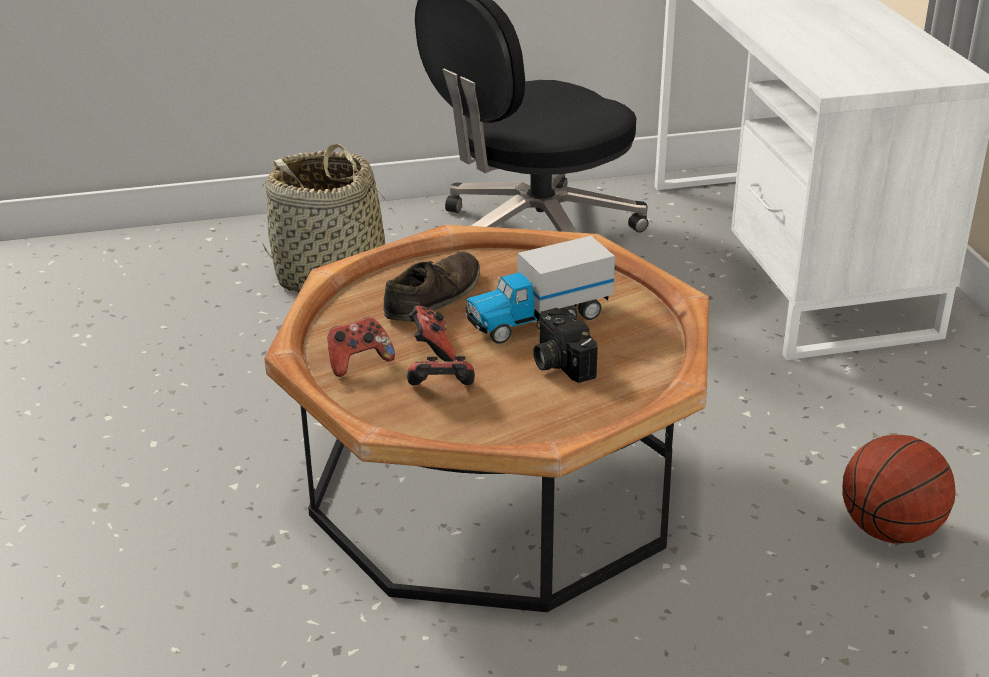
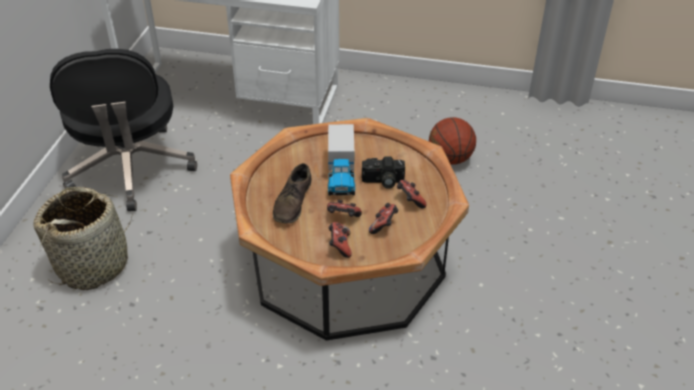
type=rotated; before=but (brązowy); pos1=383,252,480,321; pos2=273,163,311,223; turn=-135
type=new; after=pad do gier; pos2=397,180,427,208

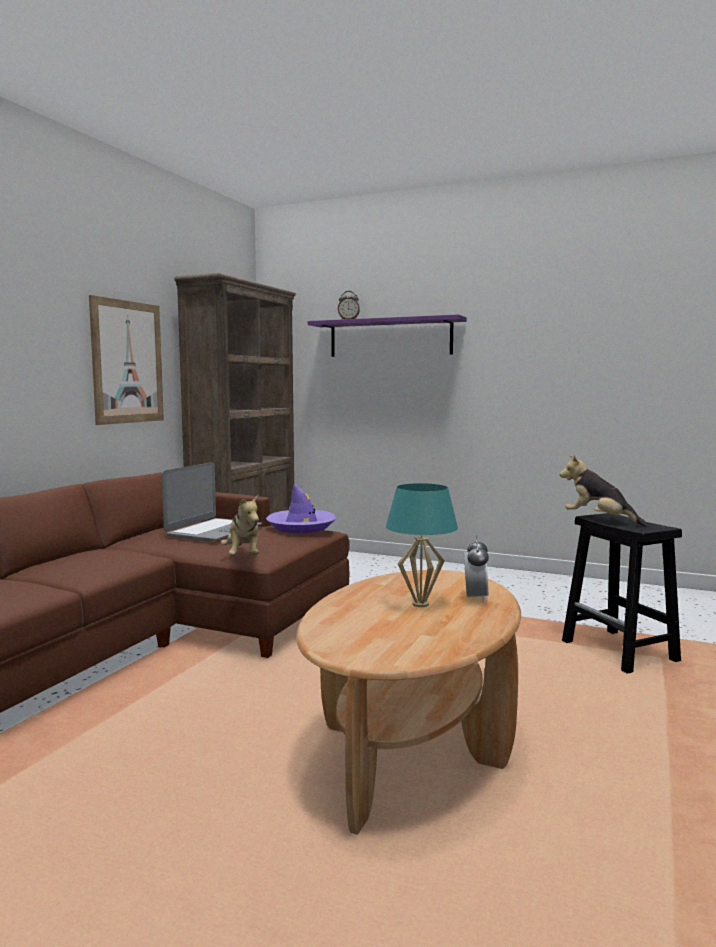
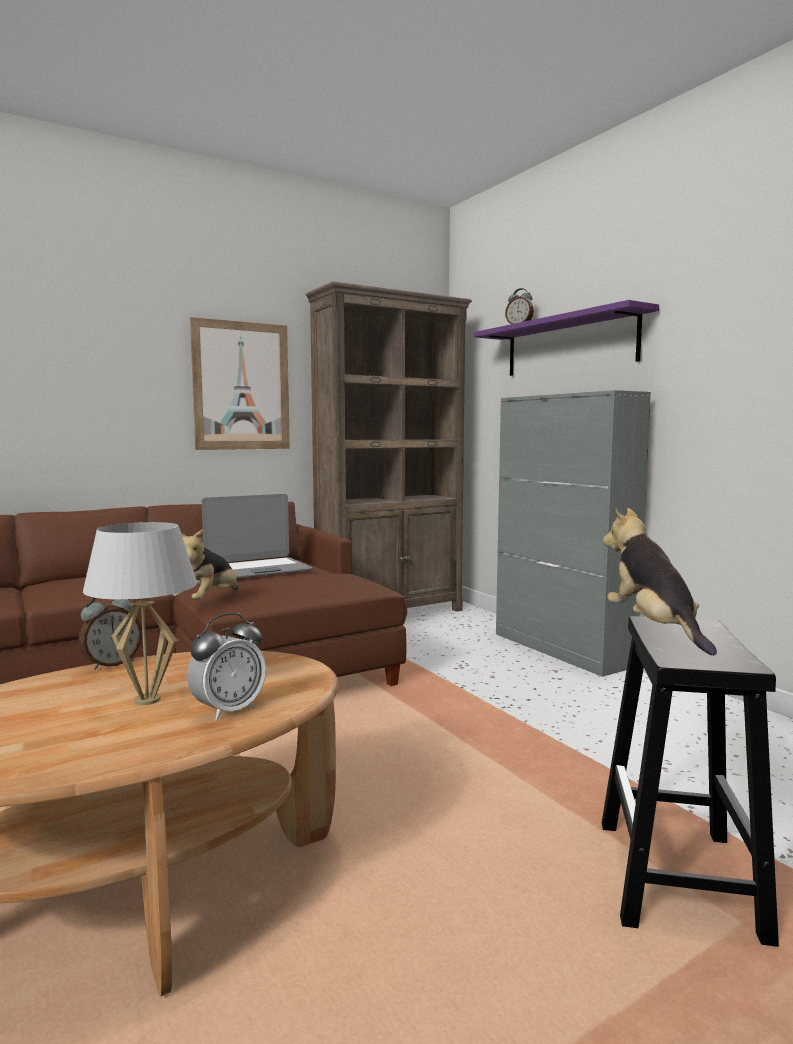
type=repainted; before=lampa stołowa (turkusowy); after=lampa stołowa (biały); pos1=386,483,458,607; pos2=83,522,197,705
type=gone; before=kapelusz (fioletowy); pos1=266,484,336,533
type=new; after=szafka (szary); pos2=496,390,651,677
type=new; after=budzik; pos2=78,597,142,670

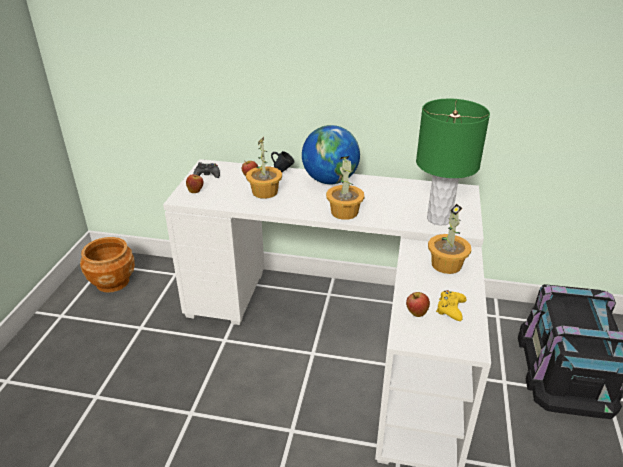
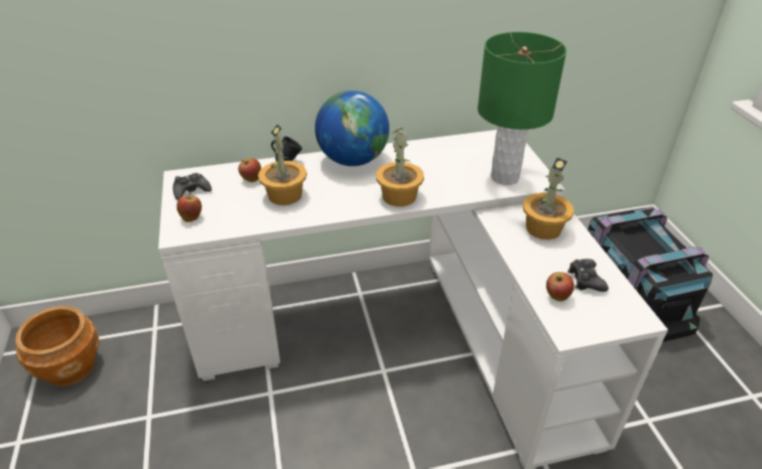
type=repainted; before=pad do gier (żółty); after=pad do gier (czarny); pos1=436,290,467,321; pos2=567,259,609,292

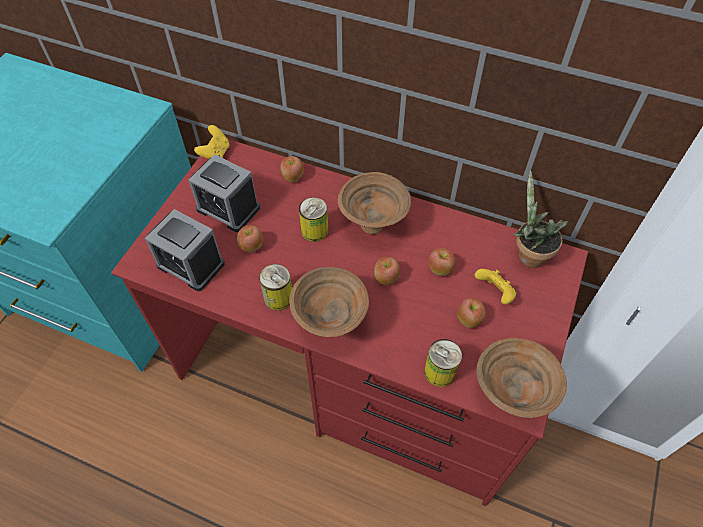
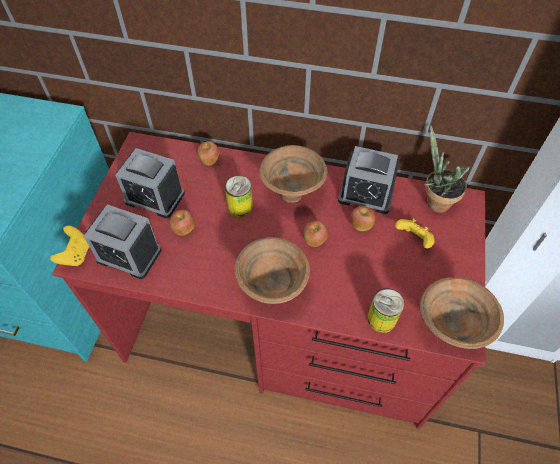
type=shifted; before=pad do gier (żółty); pos1=194,125,229,159; pos2=50,226,89,266
type=gone; before=puszka; pos1=259,264,292,311
type=gone; before=jabłko; pos1=457,298,485,328
type=new; after=budzik; pos2=338,146,400,214

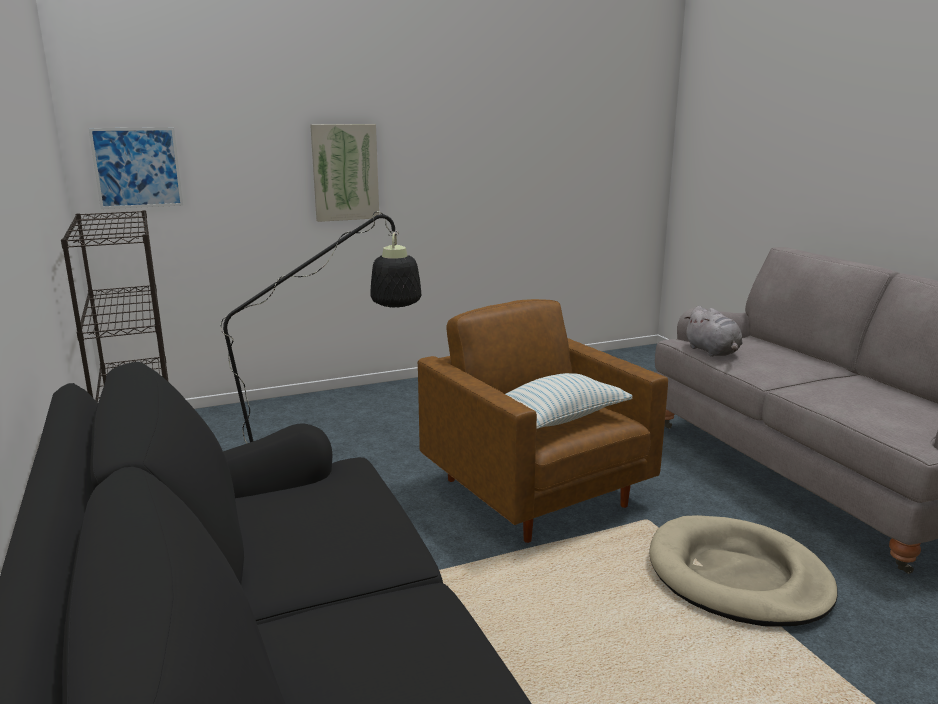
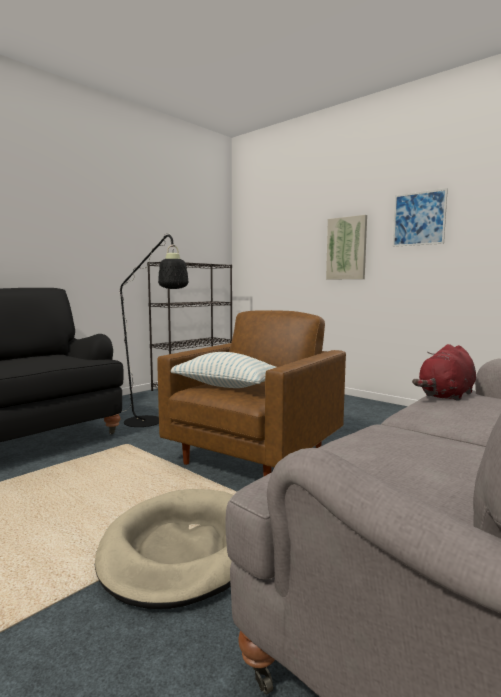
type=shifted; before=obraz; pos1=88,127,183,209; pos2=393,188,448,247
type=repainted; before=pluszak (szary); after=pluszak (czerwony); pos1=684,306,743,357; pos2=412,344,476,400

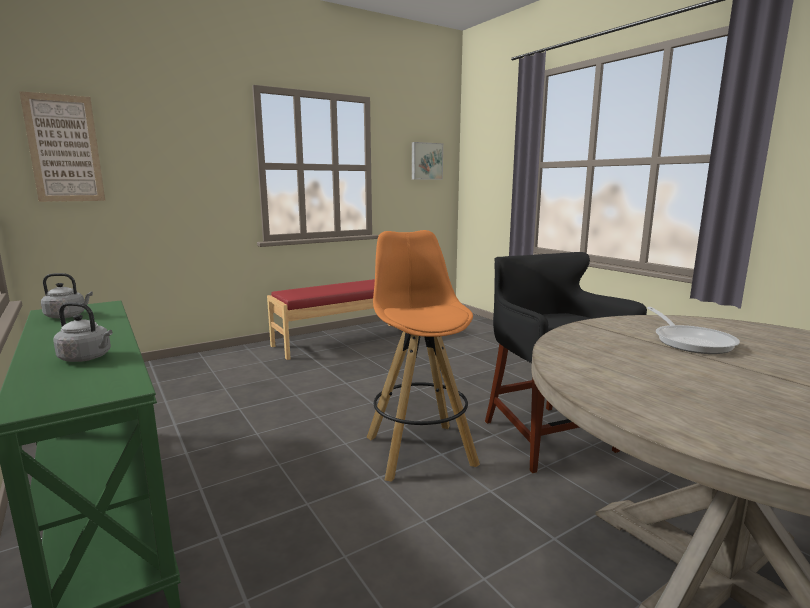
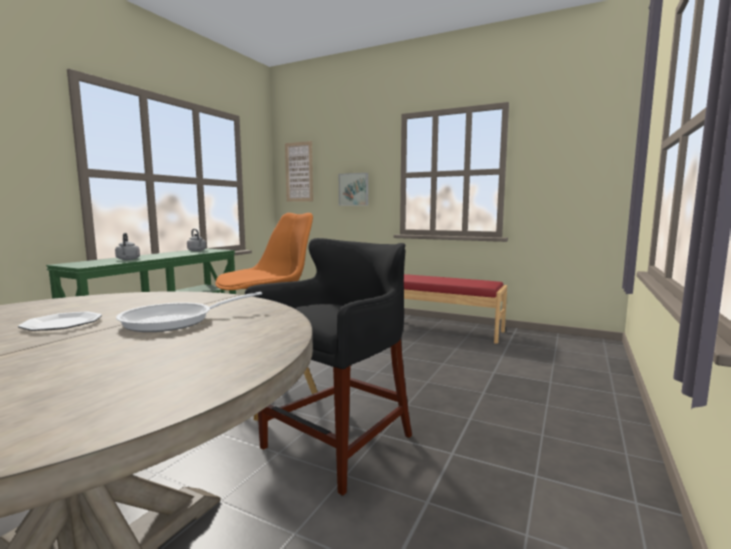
type=shifted; before=obraz; pos1=412,142,443,180; pos2=339,173,368,206
type=new; after=talerz; pos2=18,311,102,331

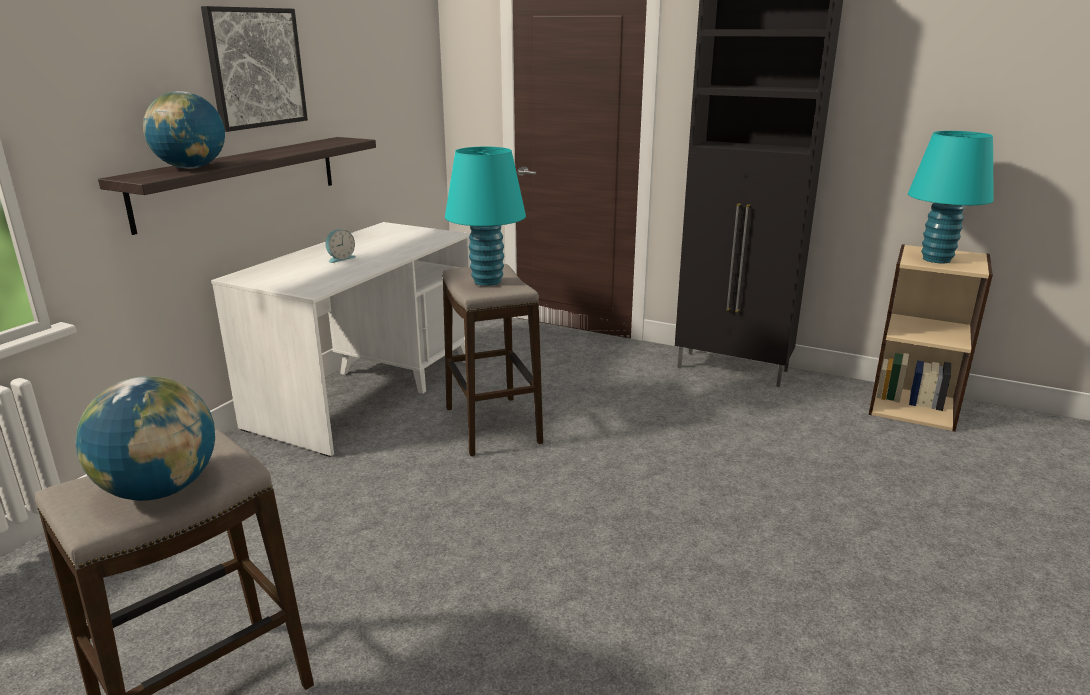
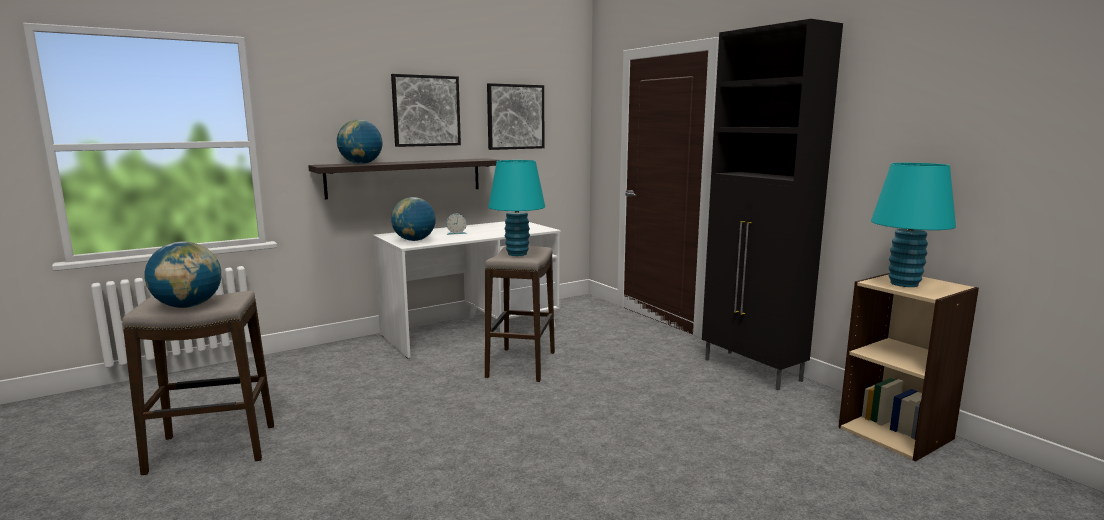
type=new; after=obraz; pos2=487,83,544,150
type=new; after=globus; pos2=391,197,436,241

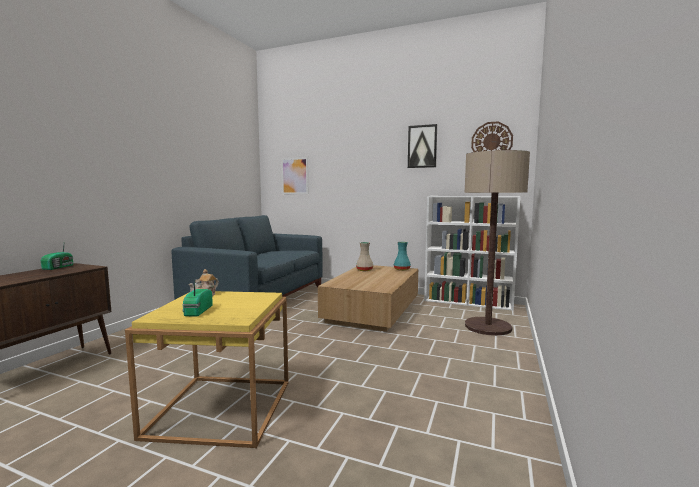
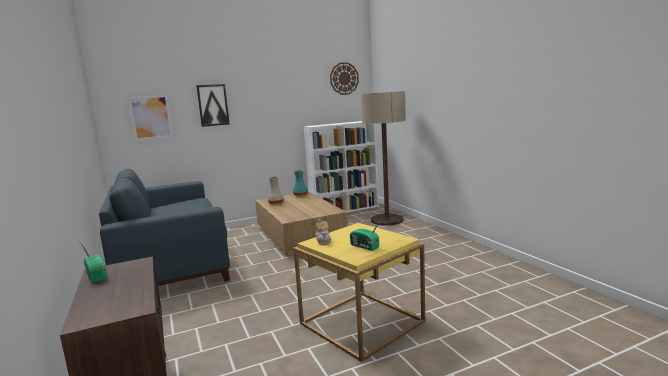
type=shifted; before=obraz; pos1=408,124,437,168; pos2=196,84,230,127

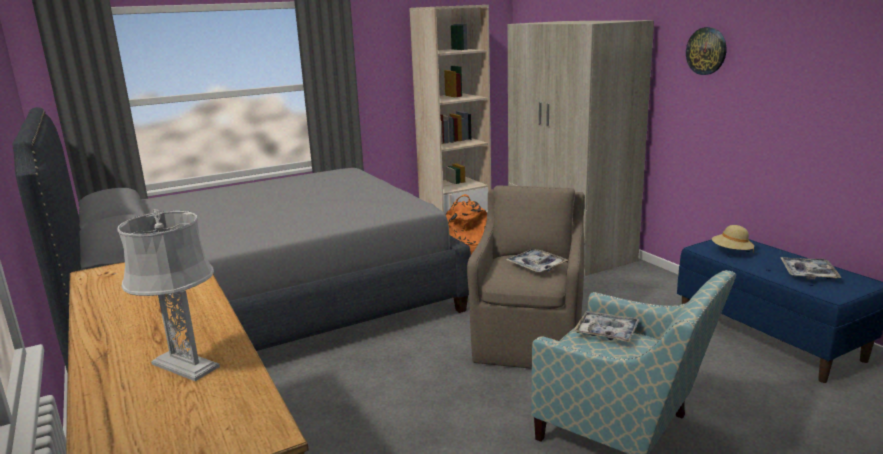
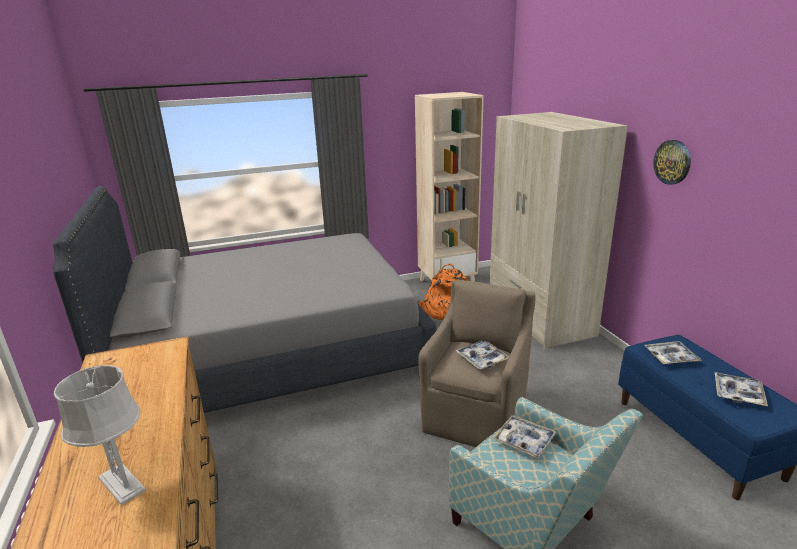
type=swapped; before=kapelusz (beżowy); after=taca; pos1=712,225,754,252; pos2=644,341,702,364

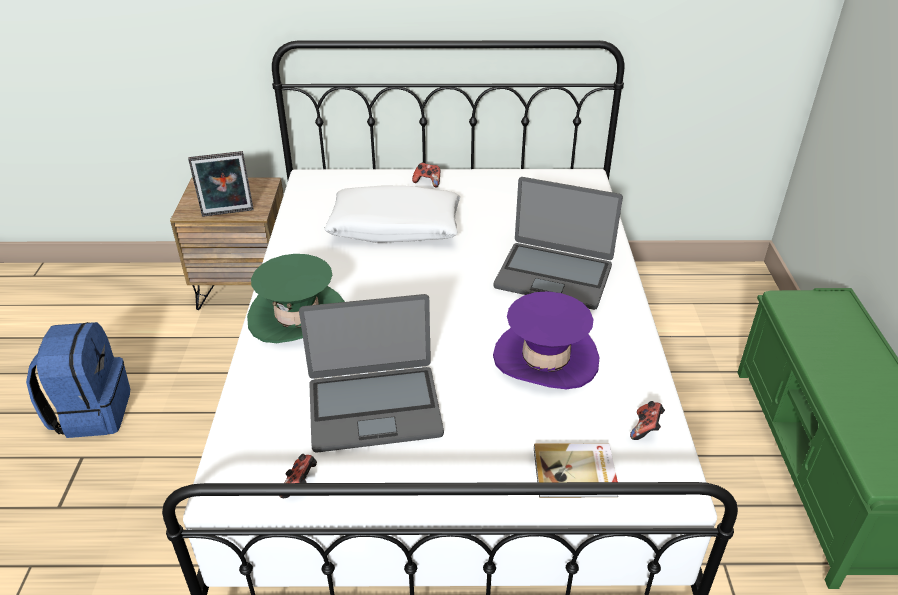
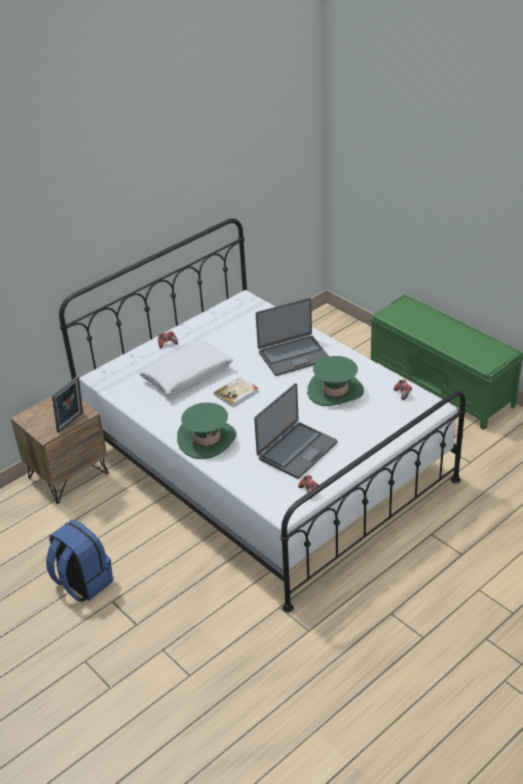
type=repainted; before=kapelusz (fioletowy); after=kapelusz (zielony); pos1=493,291,599,389; pos2=307,356,364,406
type=shifted; before=książka; pos1=534,443,618,498; pos2=214,377,259,407

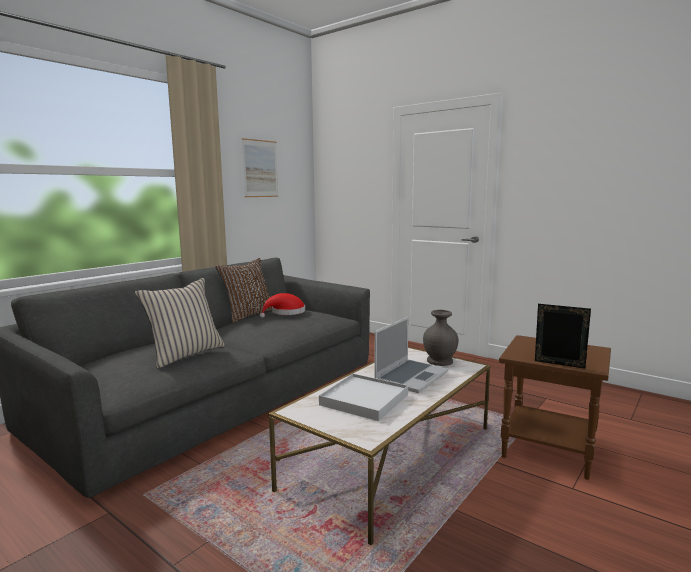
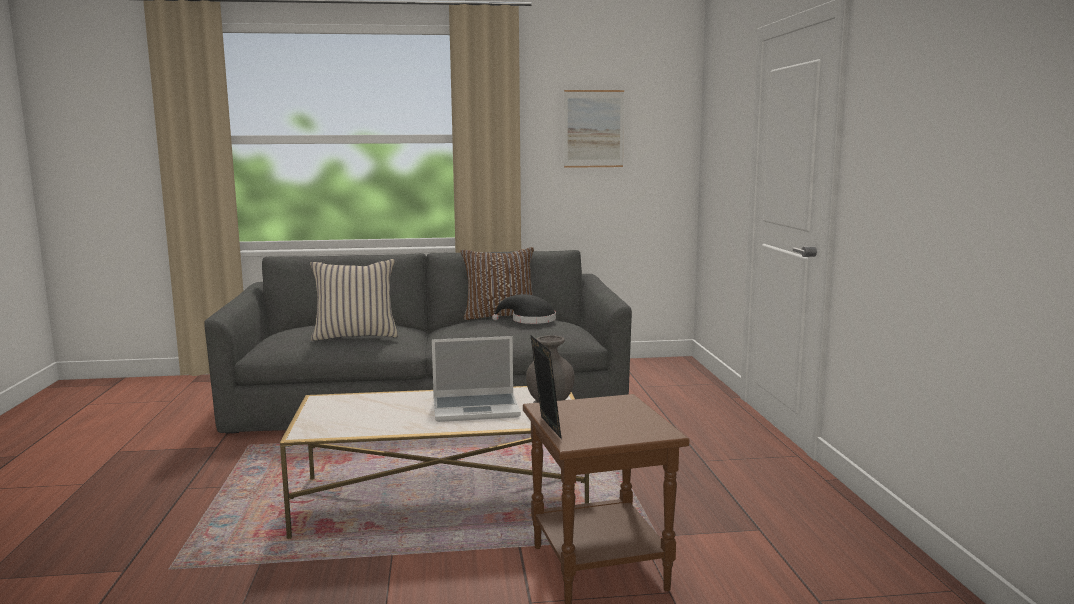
type=repainted; before=kapelusz (czerwony); after=kapelusz (czarny); pos1=260,293,305,318; pos2=492,294,556,324
type=gone; before=taca (biały); pos1=319,374,408,421

